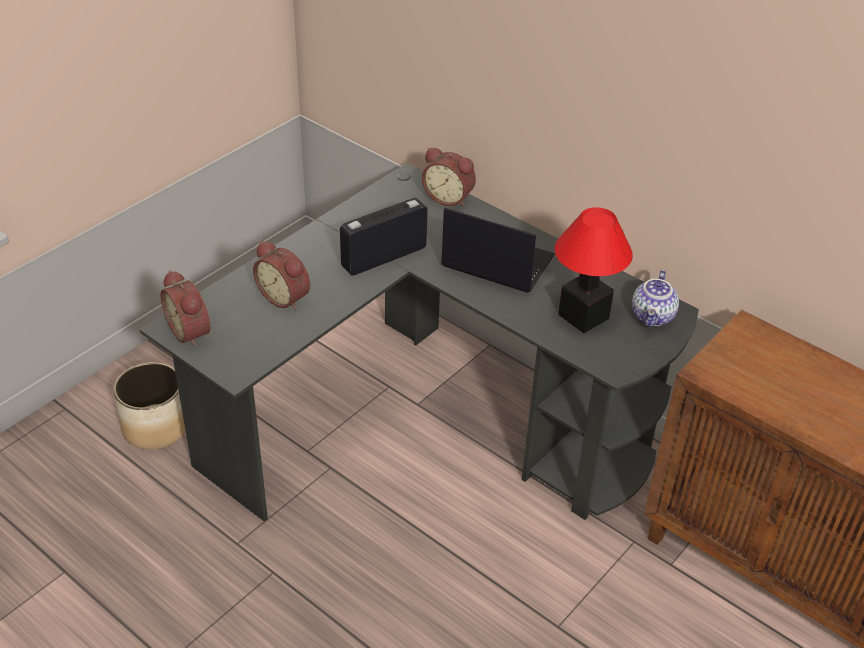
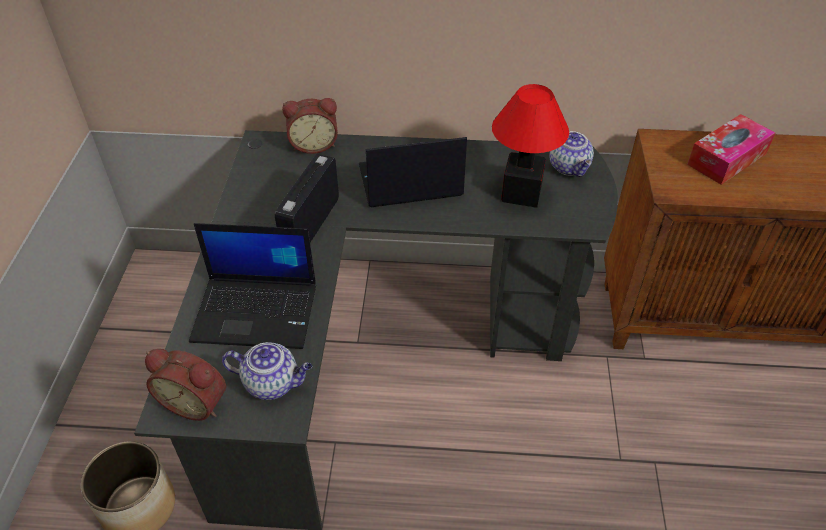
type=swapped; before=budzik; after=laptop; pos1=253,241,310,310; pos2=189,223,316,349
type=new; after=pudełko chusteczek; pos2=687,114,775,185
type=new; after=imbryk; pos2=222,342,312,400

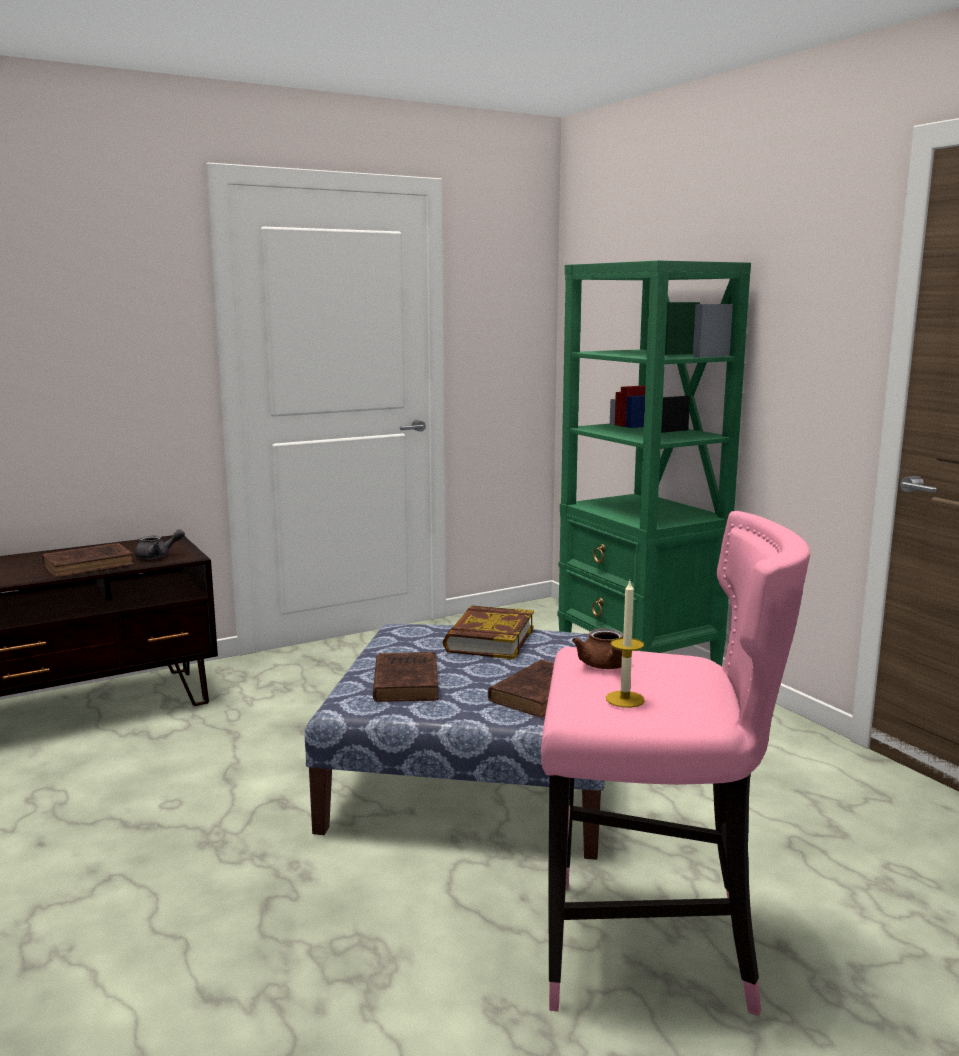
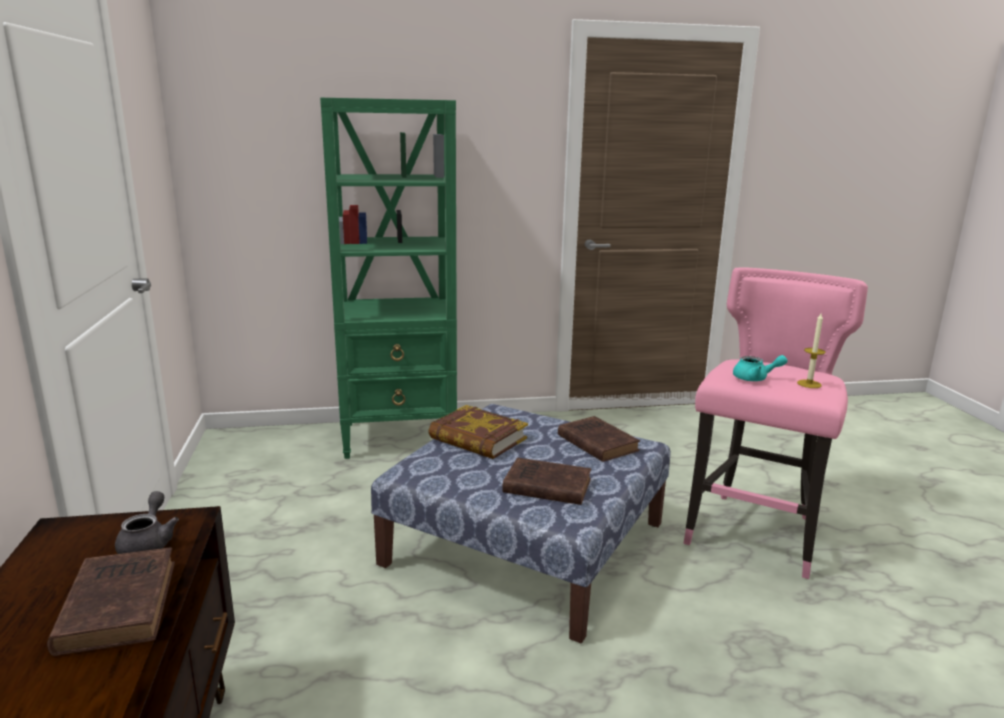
type=repainted; before=imbryk (brązowy); after=imbryk (turkusowy); pos1=572,628,623,669; pos2=733,355,788,381

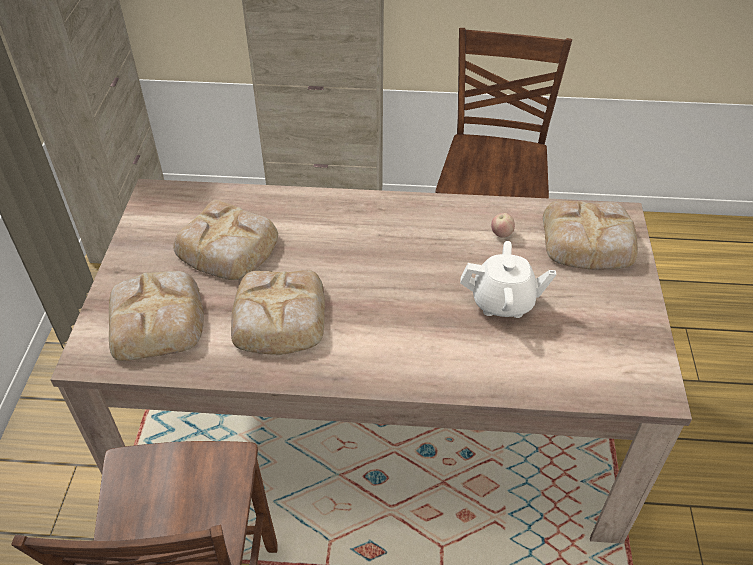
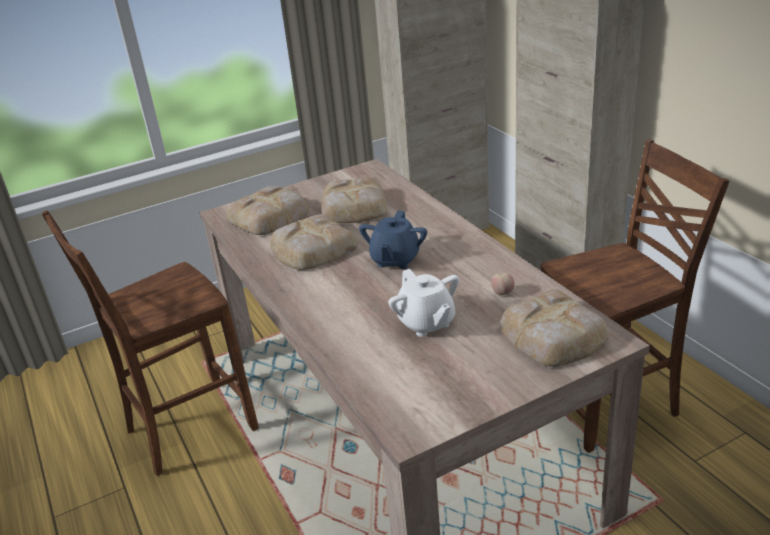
type=new; after=imbryk (niebieski); pos2=359,211,427,269

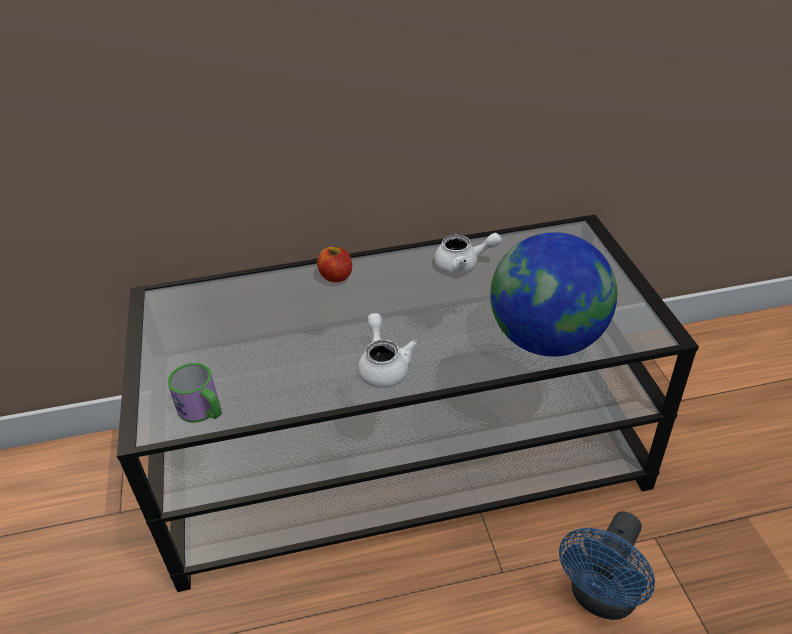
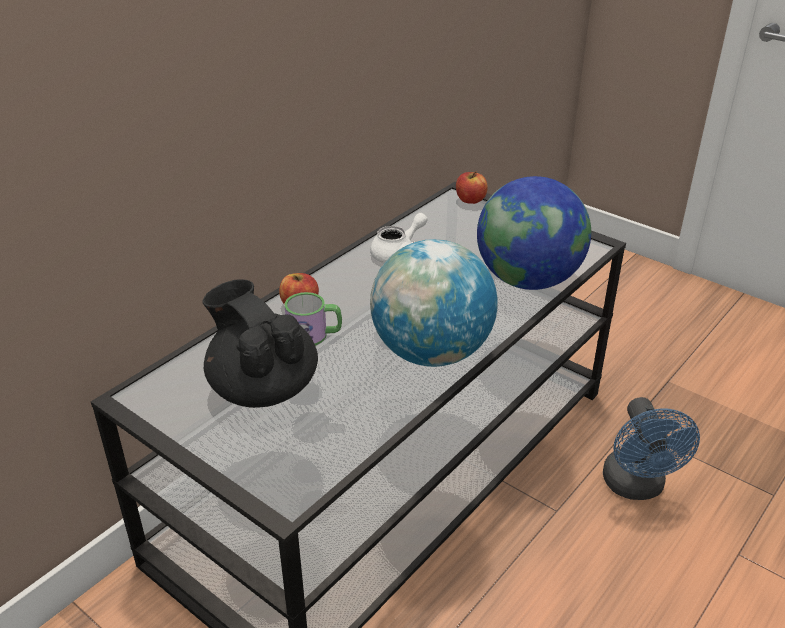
type=swapped; before=imbryk (biały); after=globus; pos1=358,313,418,388; pos2=370,239,498,367
type=shifted; before=kubek; pos1=167,363,222,423; pos2=285,292,342,346
type=new; after=jabłko; pos2=456,171,488,204
type=new; after=imbryk (czarny); pos2=202,279,318,408

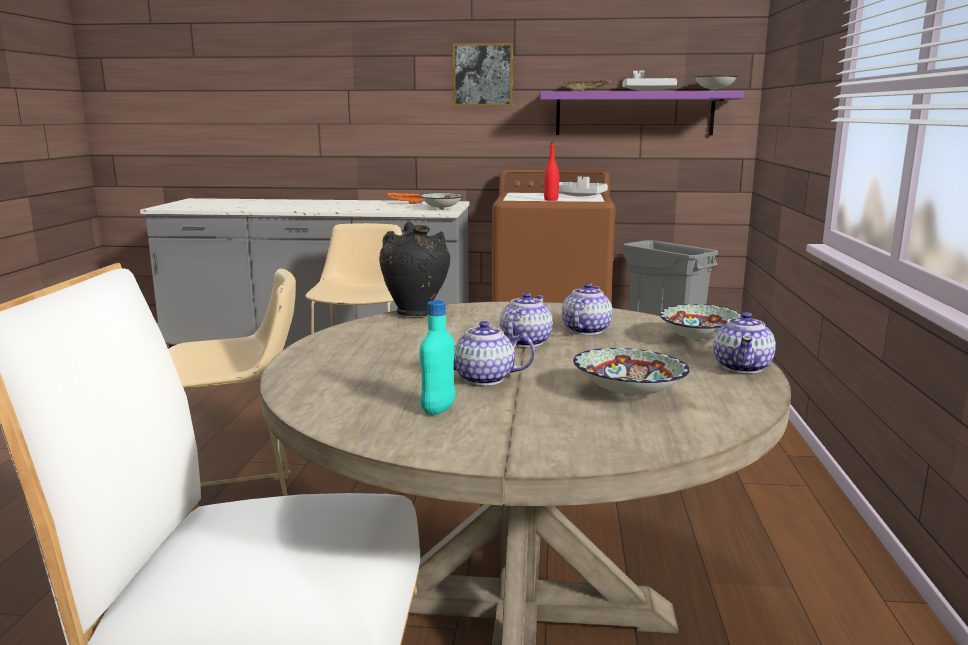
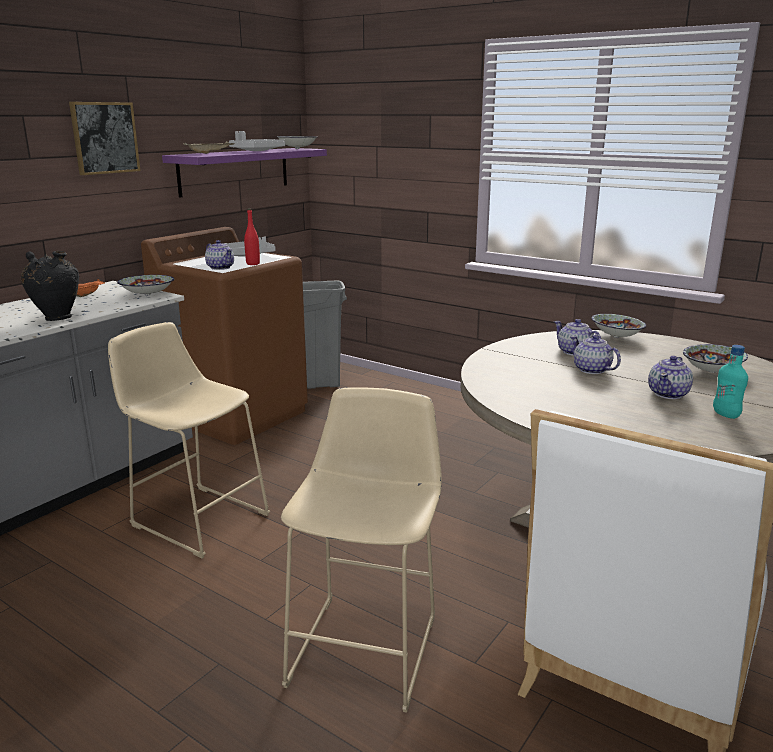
type=shifted; before=wazon (czarny); pos1=379,222,450,316; pos2=21,251,79,321
type=shifted; before=imbryk; pos1=713,312,776,374; pos2=205,240,234,270

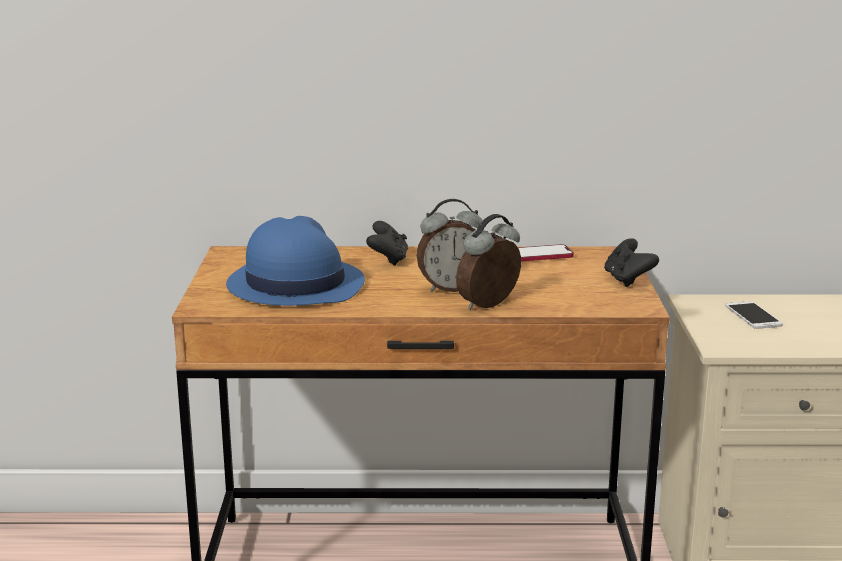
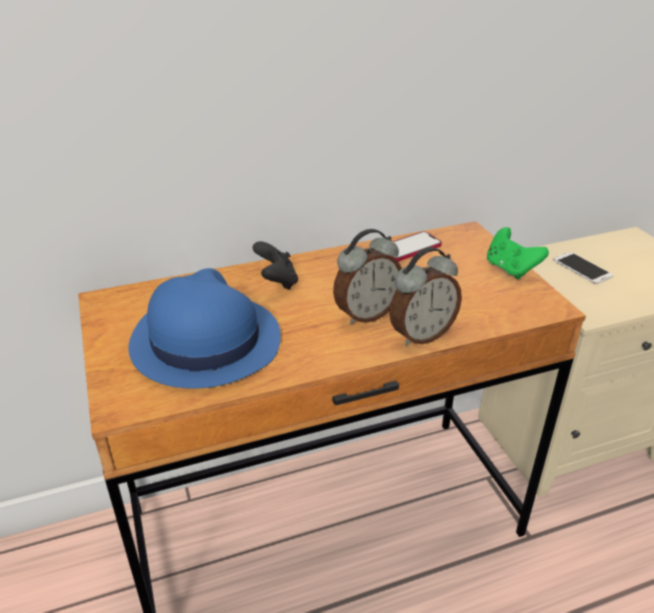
type=rotated; before=budzik; pos1=456,214,521,310; pos2=389,247,462,346; turn=-150
type=repainted; before=pad do gier (czarny); after=pad do gier (zielony); pos1=604,238,659,287; pos2=487,227,549,279

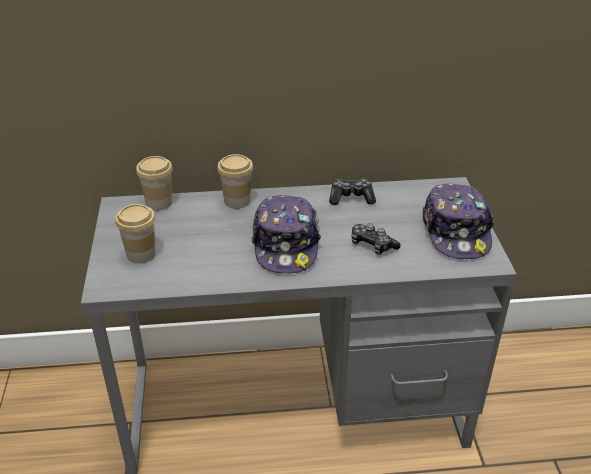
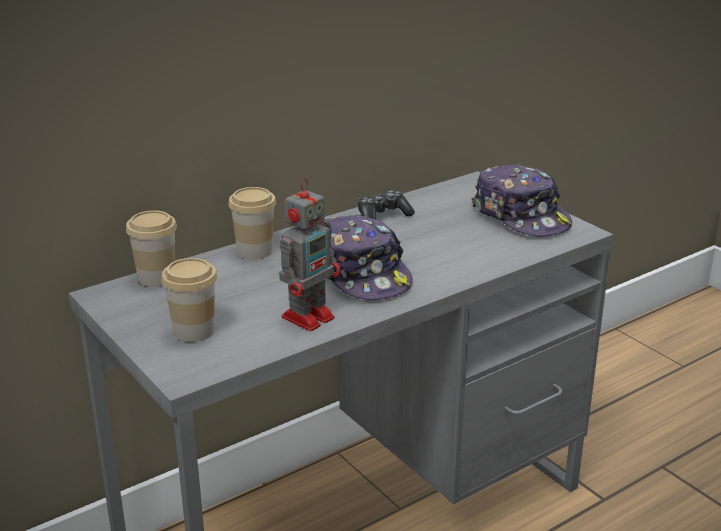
type=gone; before=pad do gier; pos1=351,223,401,255
type=new; after=robot zabawkowy; pos2=279,178,341,331

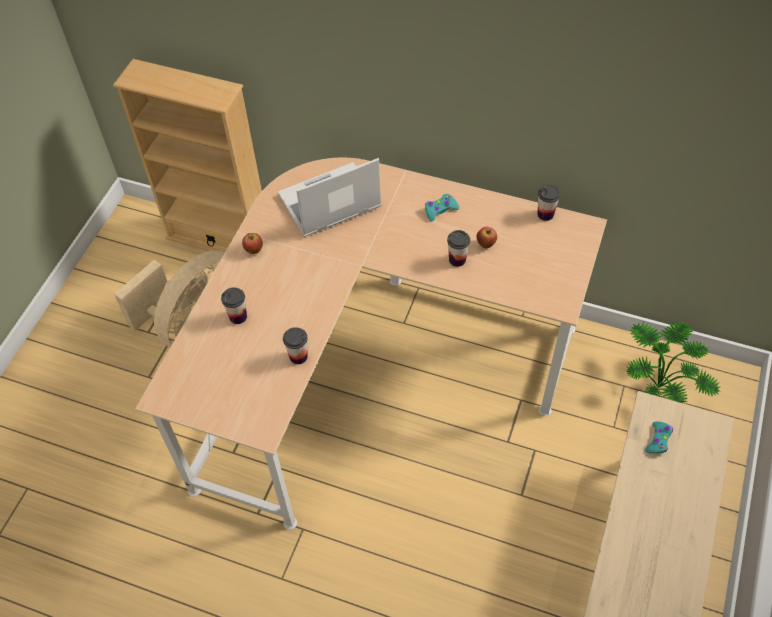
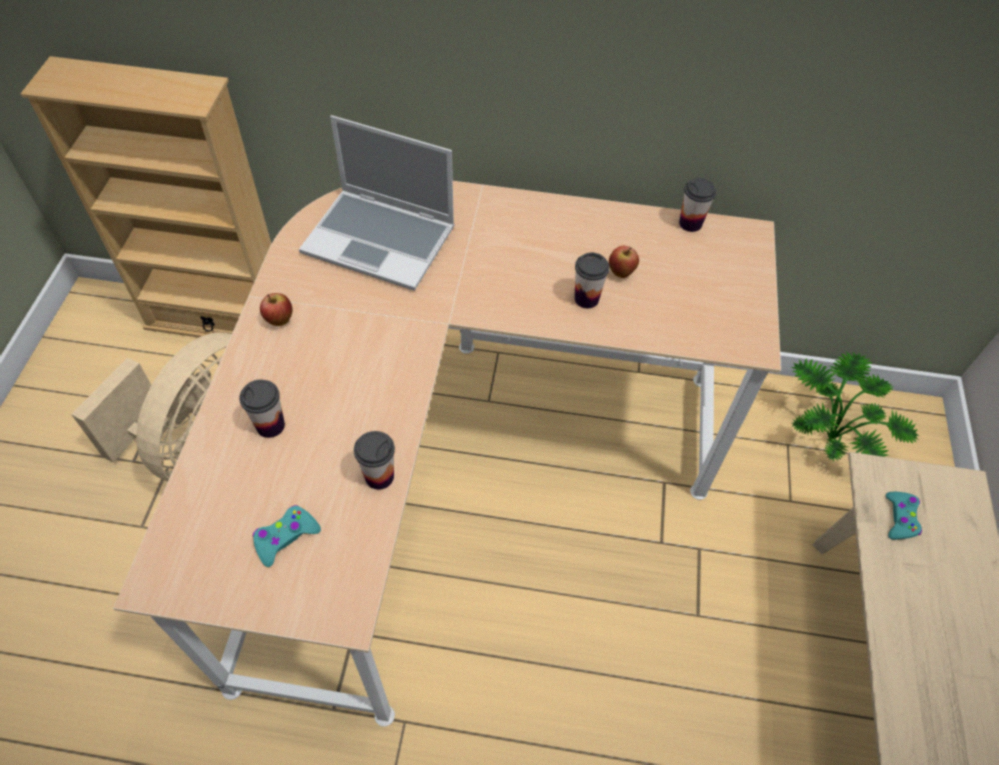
type=rotated; before=laptop; pos1=278,158,382,237; pos2=299,115,455,291; turn=-120
type=shifted; before=pad do gier (turkusowy); pos1=425,194,459,222; pos2=253,505,321,567

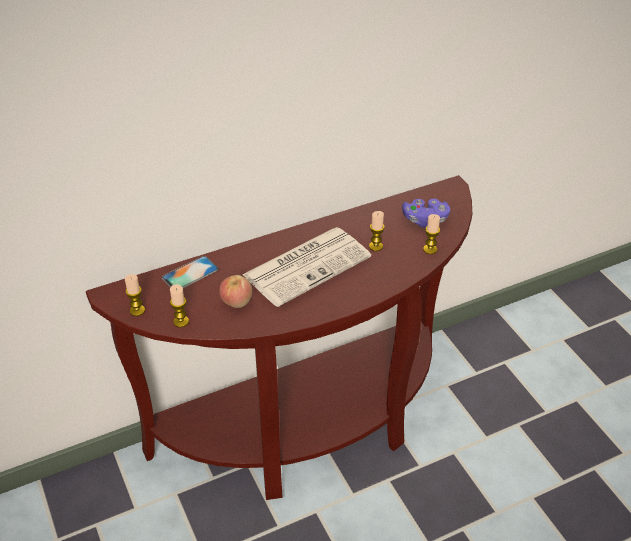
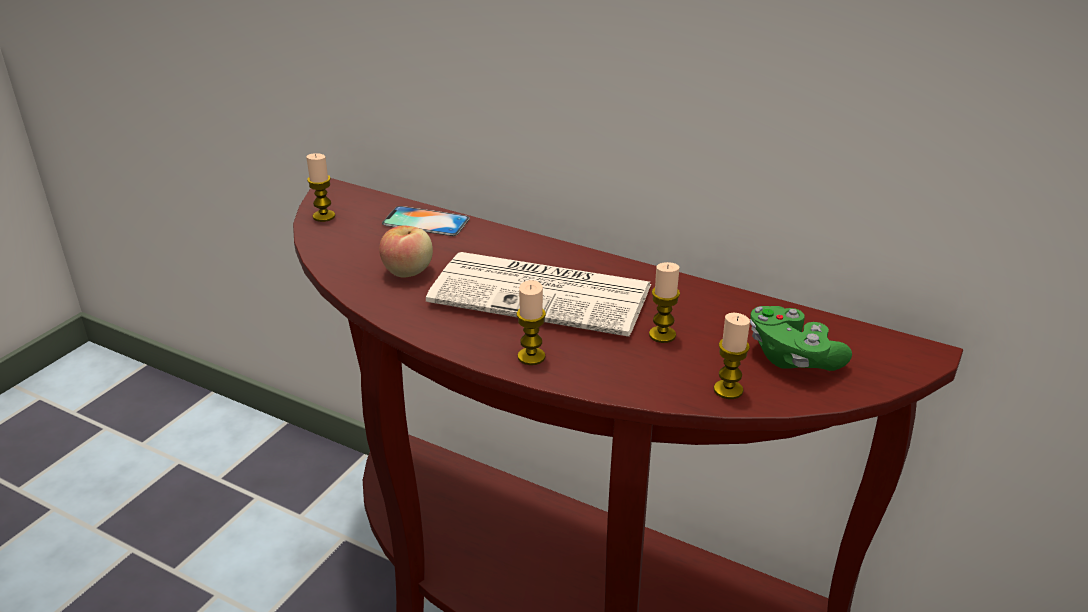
type=repainted; before=pad do gier (fioletowy); after=pad do gier (zielony); pos1=402,199,450,228; pos2=750,306,852,371
type=shifted; before=świeca; pos1=170,284,189,327; pos2=517,280,546,365

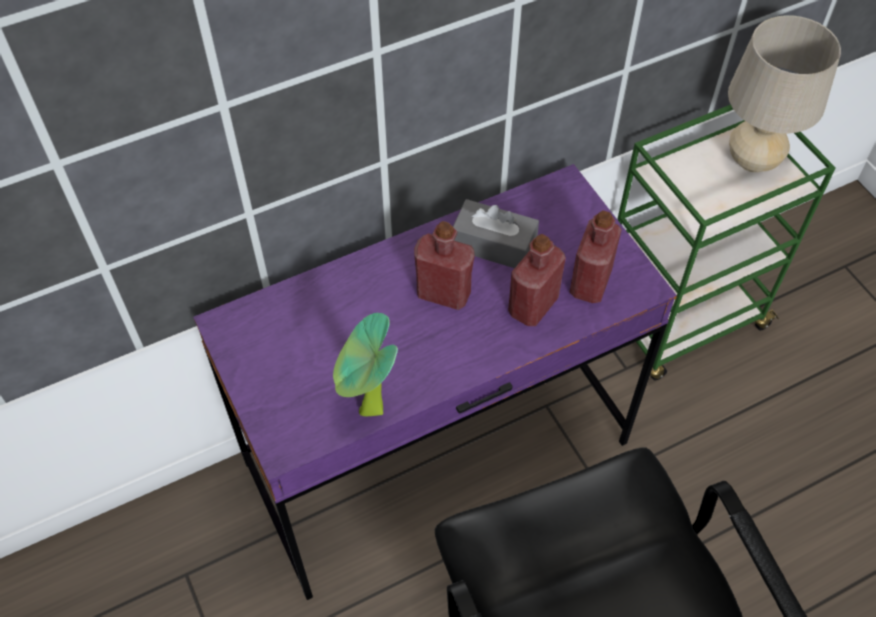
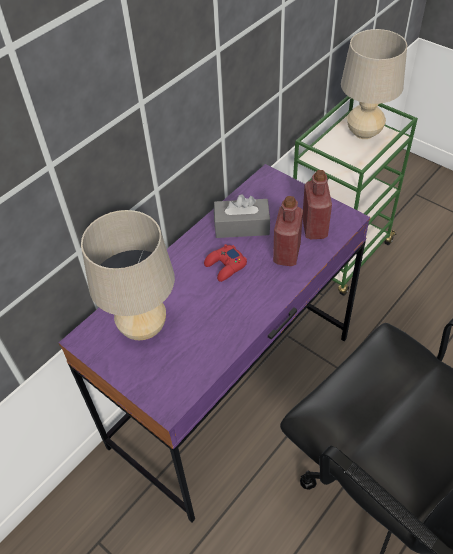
type=swapped; before=butelka (czerwony); after=pad do gier (czerwony); pos1=414,221,475,310; pos2=204,244,247,282
type=gone; before=roślina doniczkowa; pos1=333,313,398,416
type=new; after=lampa stołowa (beżowy); pos2=81,210,175,340

